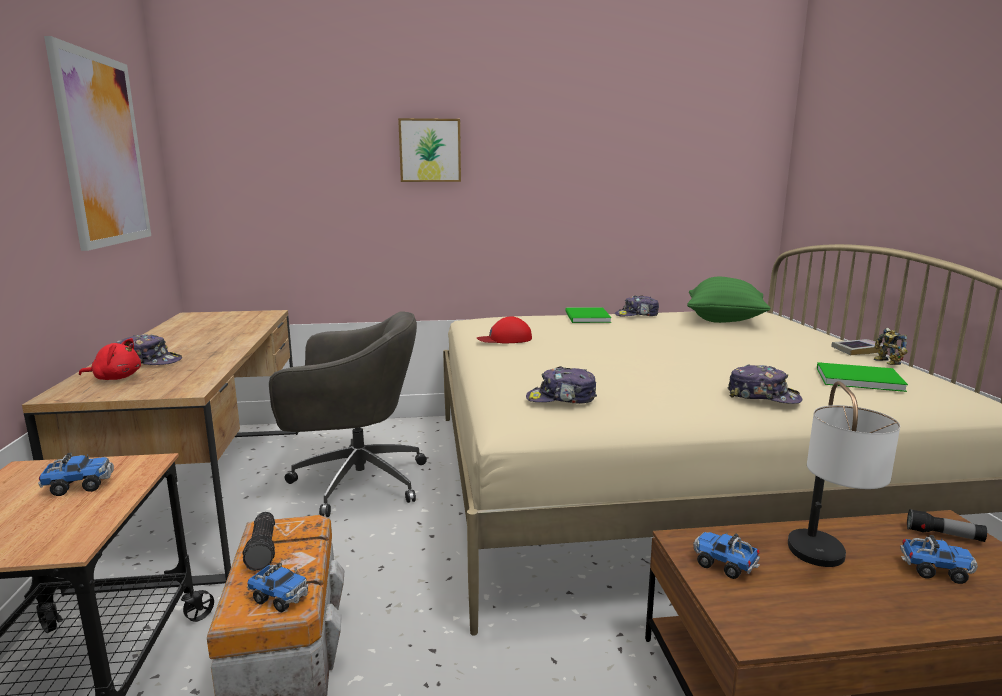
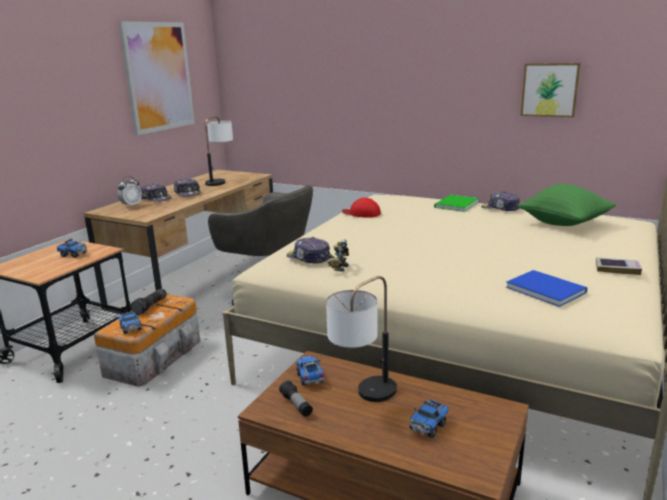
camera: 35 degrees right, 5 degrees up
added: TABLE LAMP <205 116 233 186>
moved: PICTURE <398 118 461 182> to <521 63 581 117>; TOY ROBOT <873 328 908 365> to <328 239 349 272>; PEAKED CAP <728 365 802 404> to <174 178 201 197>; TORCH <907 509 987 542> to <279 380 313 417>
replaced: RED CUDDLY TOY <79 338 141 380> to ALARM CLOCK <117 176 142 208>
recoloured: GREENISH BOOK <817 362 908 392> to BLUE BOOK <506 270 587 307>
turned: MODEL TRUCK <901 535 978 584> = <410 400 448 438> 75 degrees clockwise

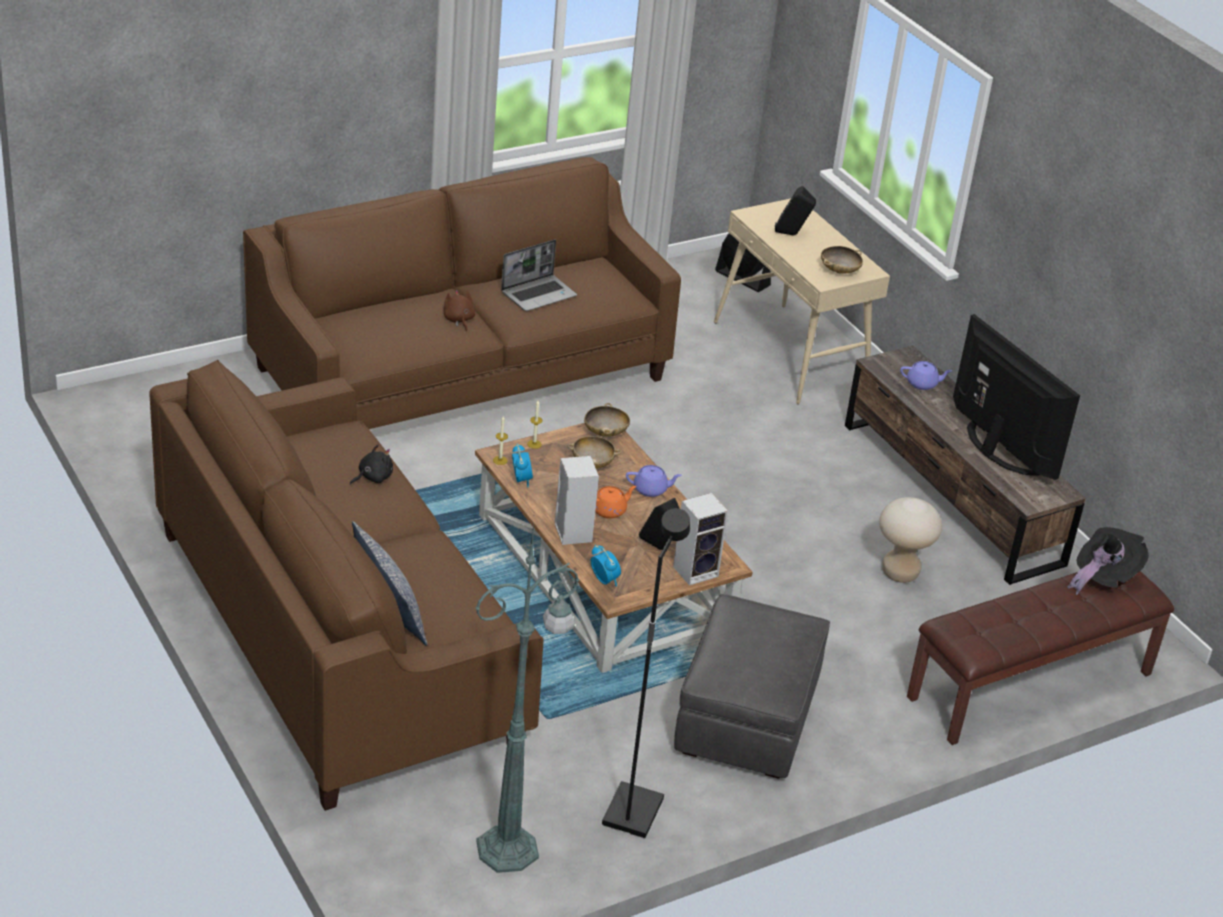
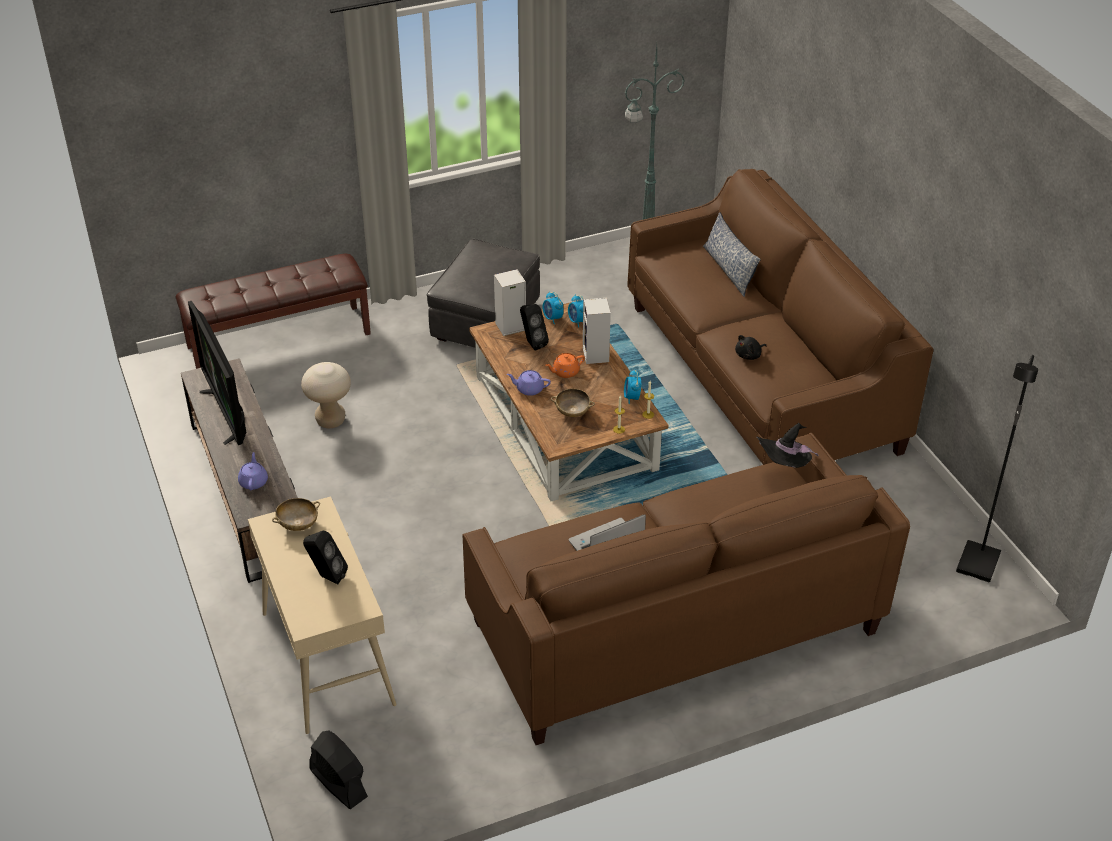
camera: 170 degrees left, 5 degrees up
removed: BROWN CUDDLY TOY <444 290 475 331>; SAND-COLOURED BOWL <584 403 630 437>
added: ALARM CLOCK <542 292 564 324>
moved: BLACKISH STANDING LAMP <602 508 690 838> to <956 355 1038 582>; BLACKISH HAT <1067 527 1149 595> to <757 423 819 468>
turned: PURPLE POT FOR TEA <900 361 952 390> = <238 452 268 490> 75 degrees clockwise

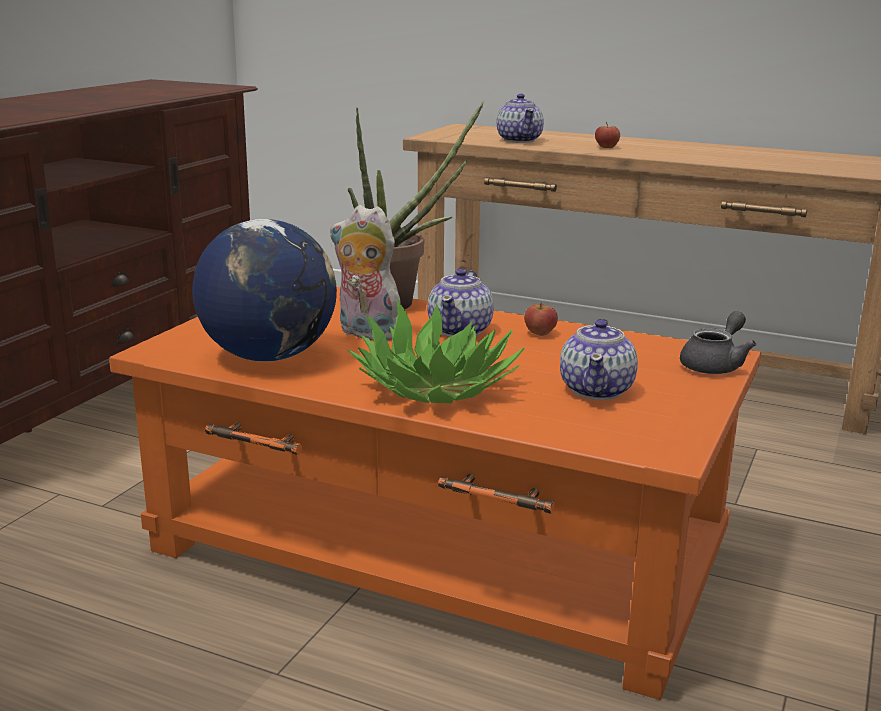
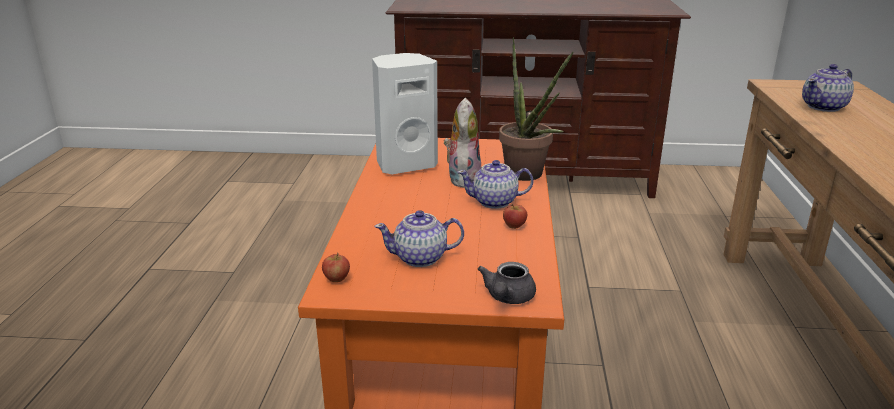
camera: 70 degrees right, 5 degrees up
removed: PLANT IN A POT <348 300 524 403>
moved: APPLE FRUIT <595 122 620 148> to <322 253 350 283>
replaced: DESK GLOBE <192 219 337 362> to WHITE AUDIO SPEAKER <372 53 438 174>
turned: GREY POT FOR TEA <680 311 756 374> = <478 262 536 304> 90 degrees clockwise

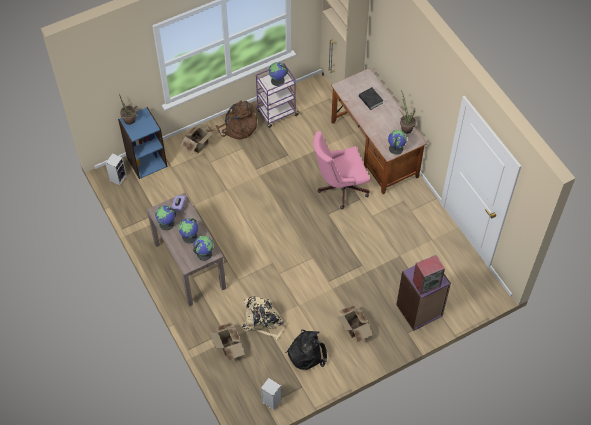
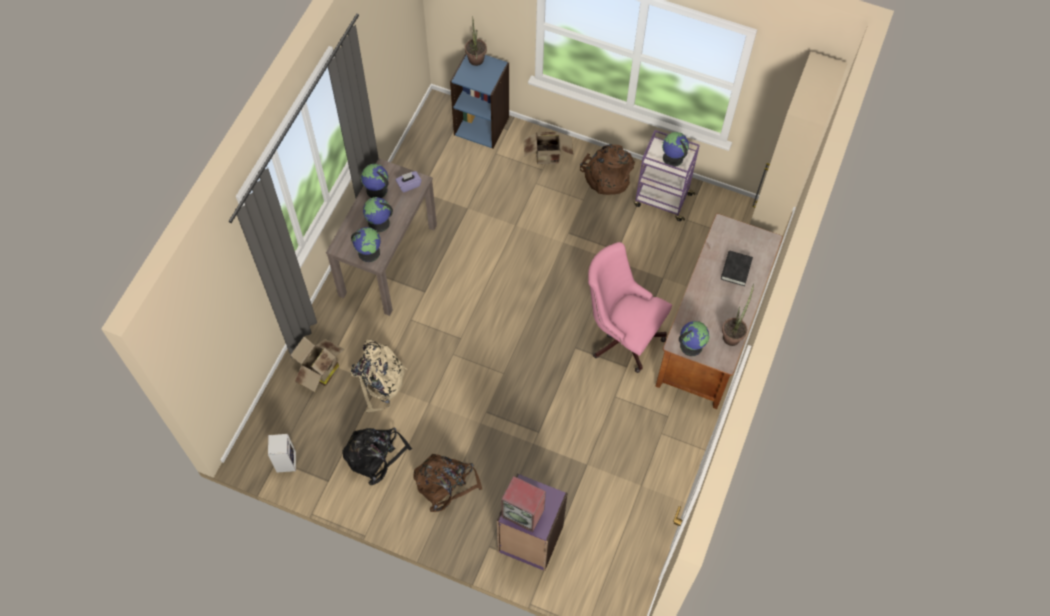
camera: 50 degrees right, 5 degrees up
removed: AUDIO SPEAKER <105 153 127 185>
replaced: CARTON <337 304 373 342> to BROWN RUCKSACK <413 454 482 512>

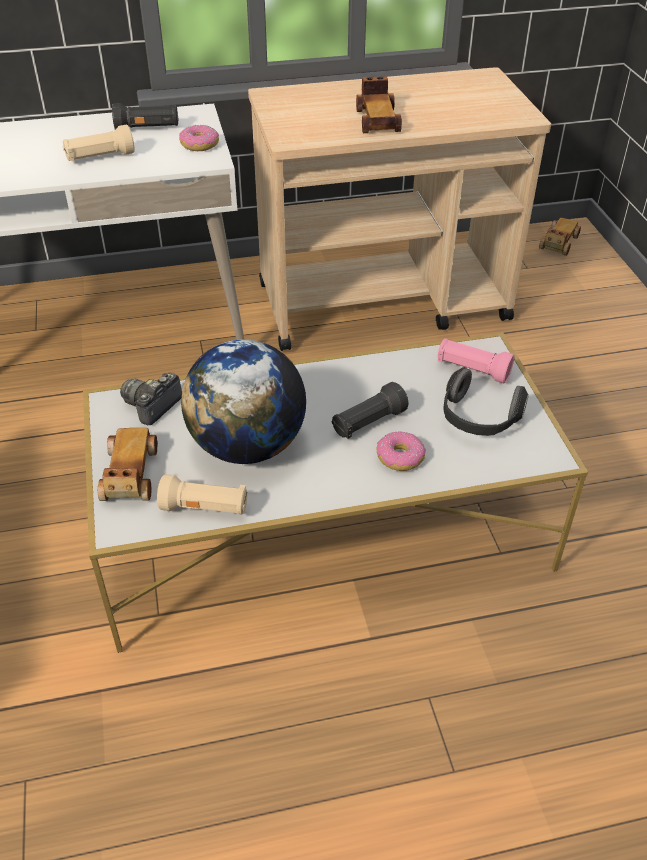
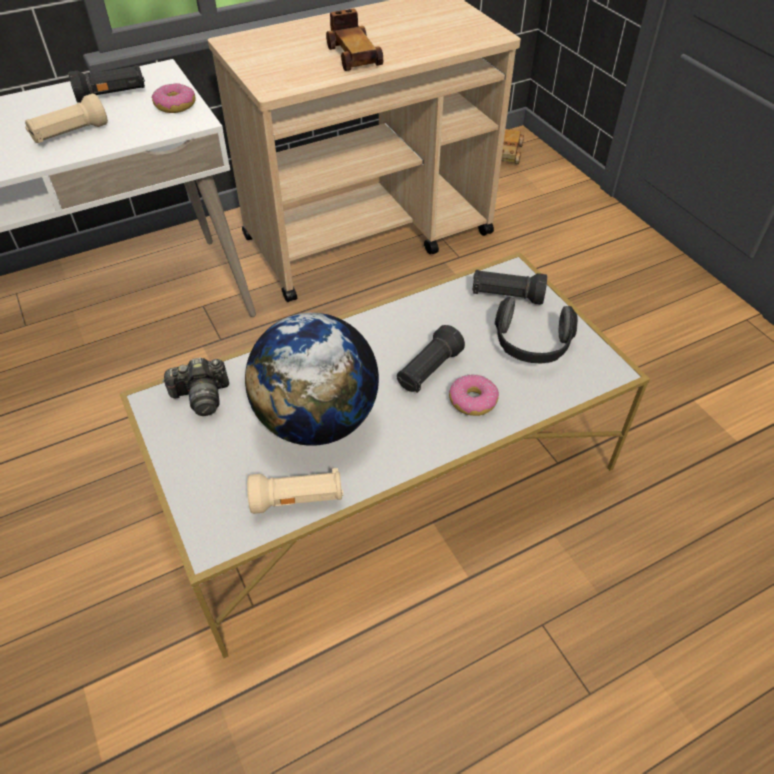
camera: 15 degrees left, 5 degrees up
removed: MODEL CAR <98 428 158 501>
recoloured: PINK-COLOURED TORCH <438 338 514 384> to BLACKISH TORCH <473 270 547 305>
turned: STILL CAMERA <120 373 182 425> = <162 357 229 416> 120 degrees counterclockwise

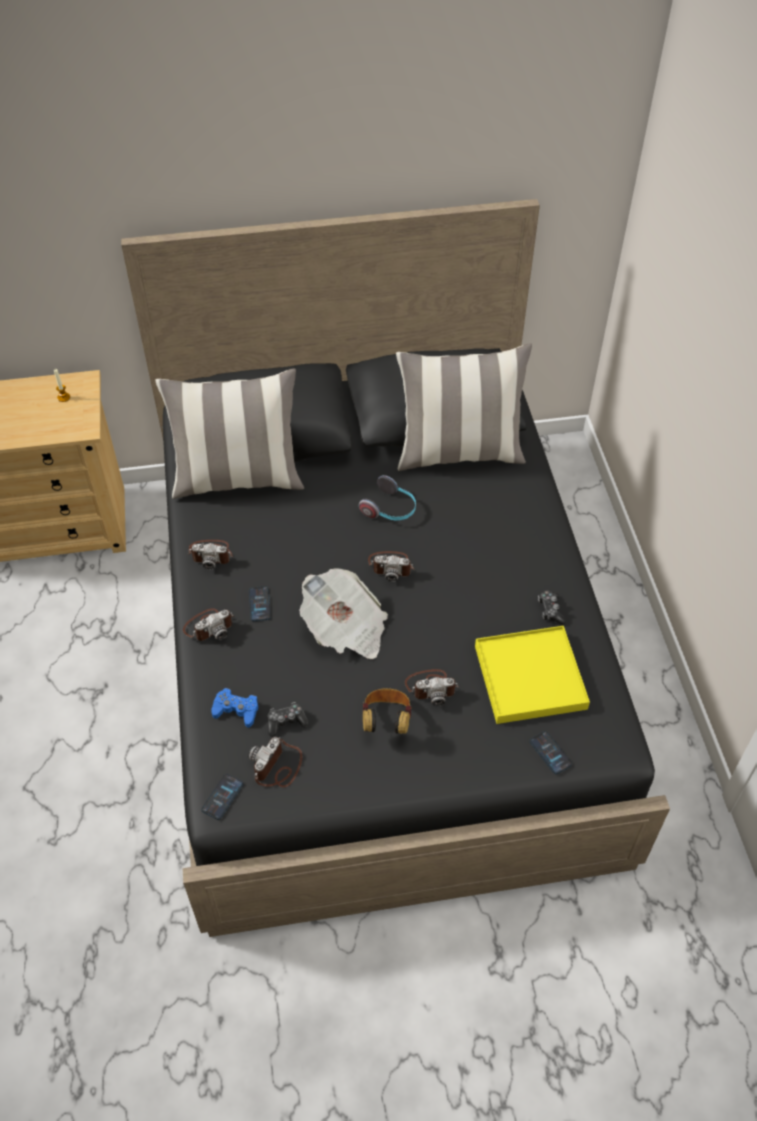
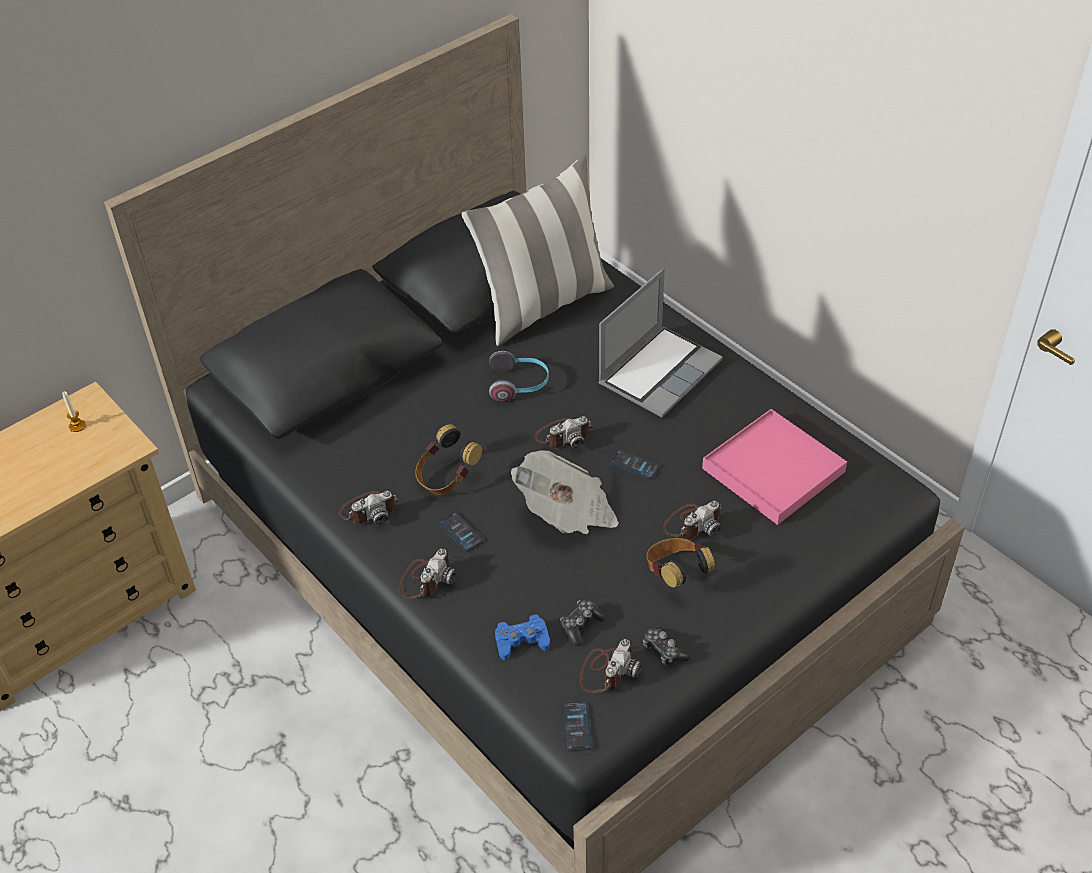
camera: 30 degrees left, 5 degrees down
removed: THROW PILLOW <155 368 304 499>
added: LAPTOP <598 268 723 418>; HEADSET <415 424 482 495>
moved: GAME CONTROLLER <538 590 566 625> to <643 627 690 665>; HANDSET <530 731 572 774> to <610 449 660 479>
recoloured: YELLOWISH TRAY <475 626 590 724> to PINK-COLOURED TRAY <702 409 847 525>
turned: STILL CAMERA <248 737 302 787> = <580 639 642 692> 150 degrees counterclockwise

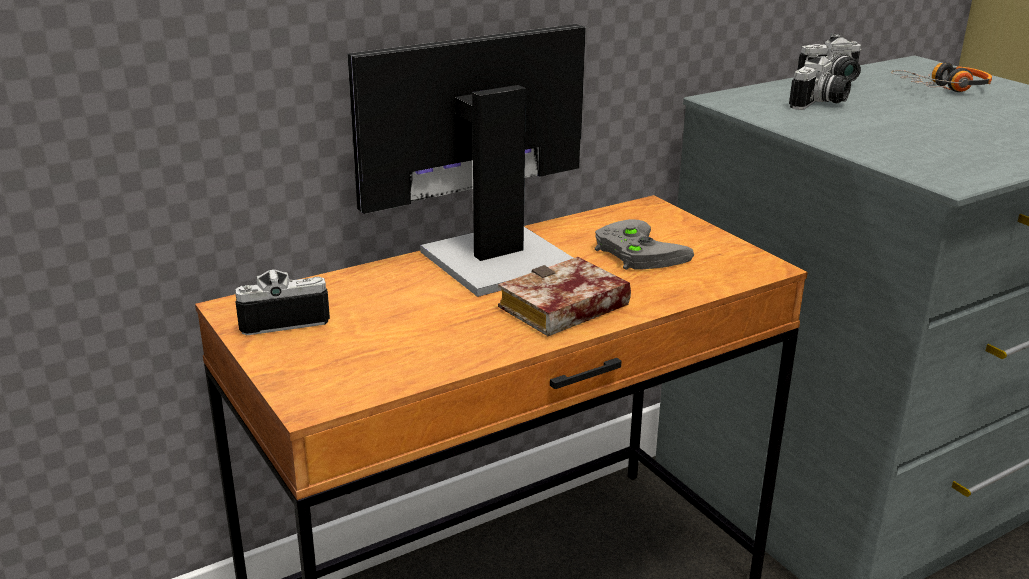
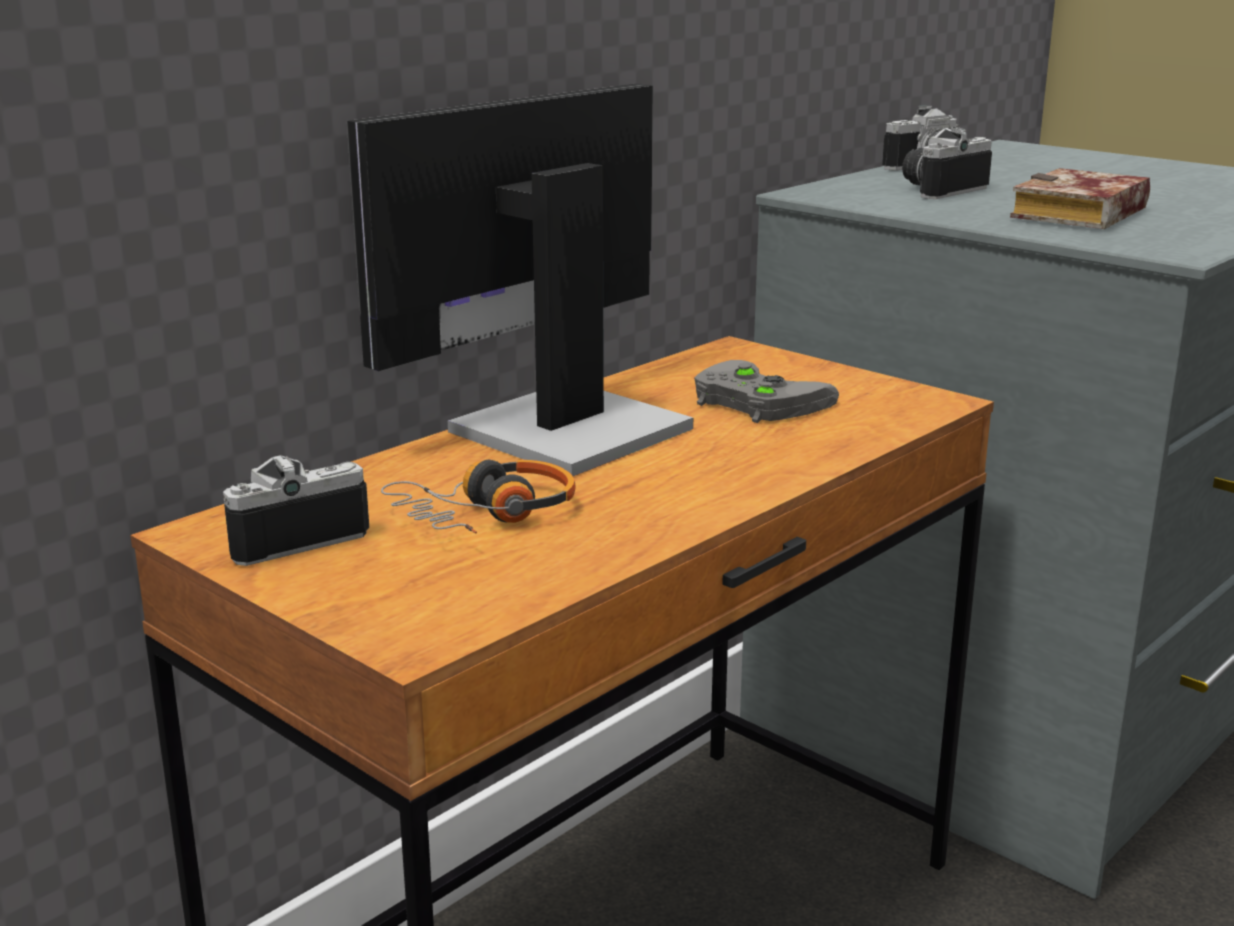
camera: 15 degrees left, 5 degrees down
moved: HEADSET <891 62 992 92> to <381 459 576 534>; BOOK <498 257 631 336> to <1010 168 1150 229>
turned: STILL CAMERA <789 53 851 110> = <902 127 992 199> 150 degrees counterclockwise

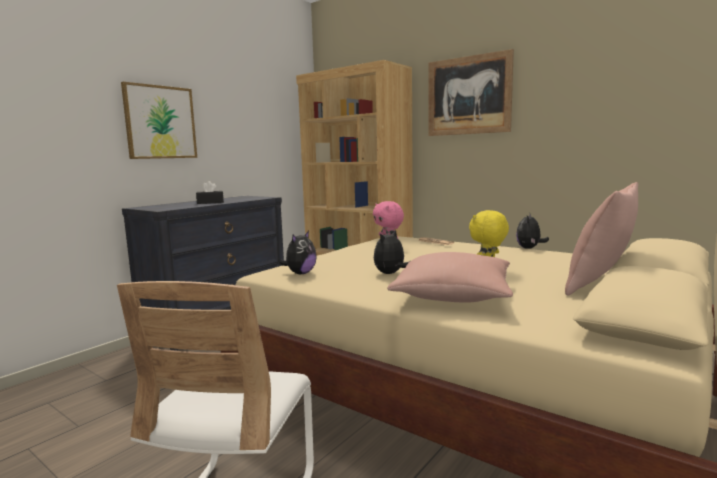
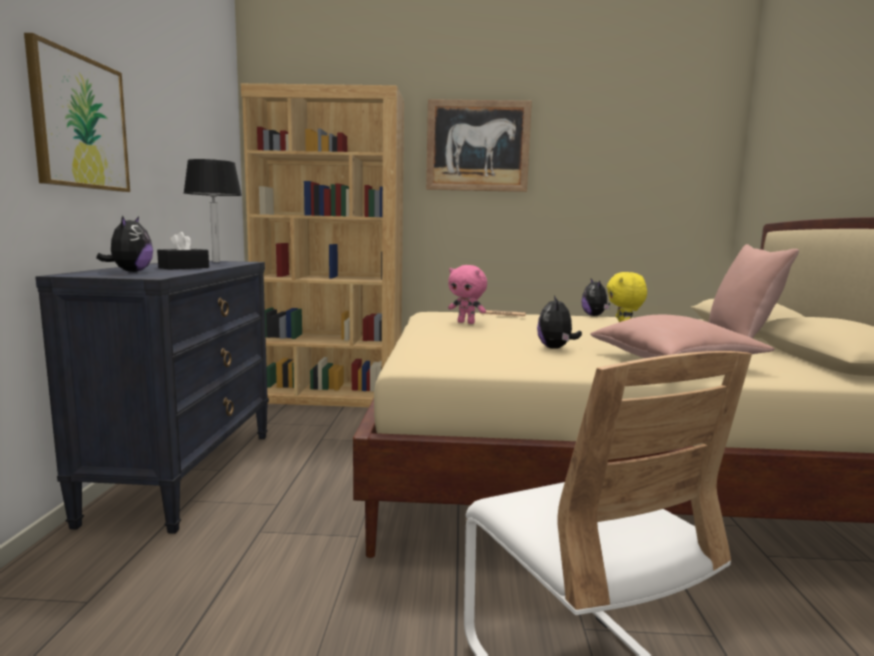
camera: 35 degrees left, 0 degrees up
added: BLACKISH TABLE LAMP <183 159 242 262>
moved: CUDDLY TOY <279 231 317 274> to <96 216 153 272>

